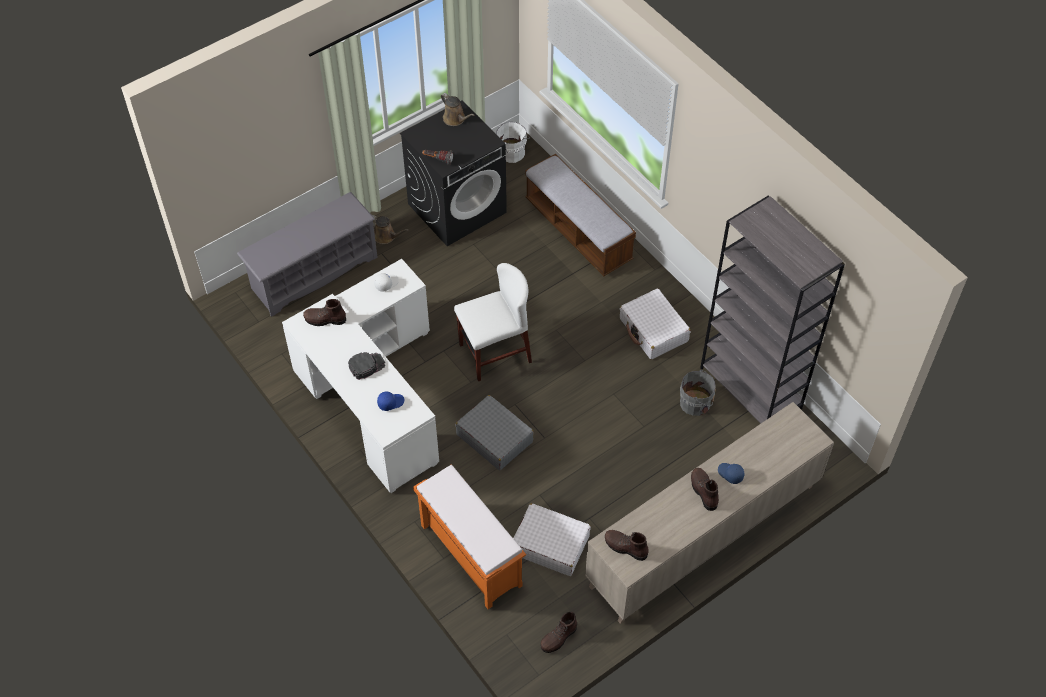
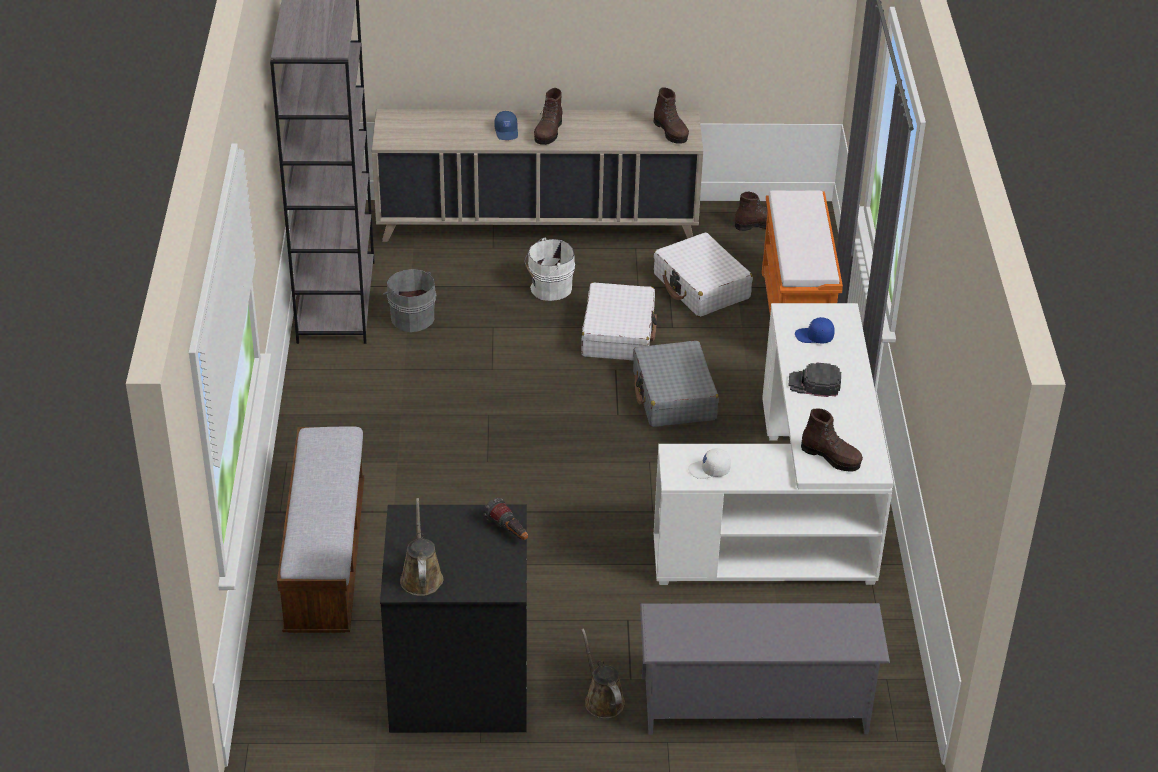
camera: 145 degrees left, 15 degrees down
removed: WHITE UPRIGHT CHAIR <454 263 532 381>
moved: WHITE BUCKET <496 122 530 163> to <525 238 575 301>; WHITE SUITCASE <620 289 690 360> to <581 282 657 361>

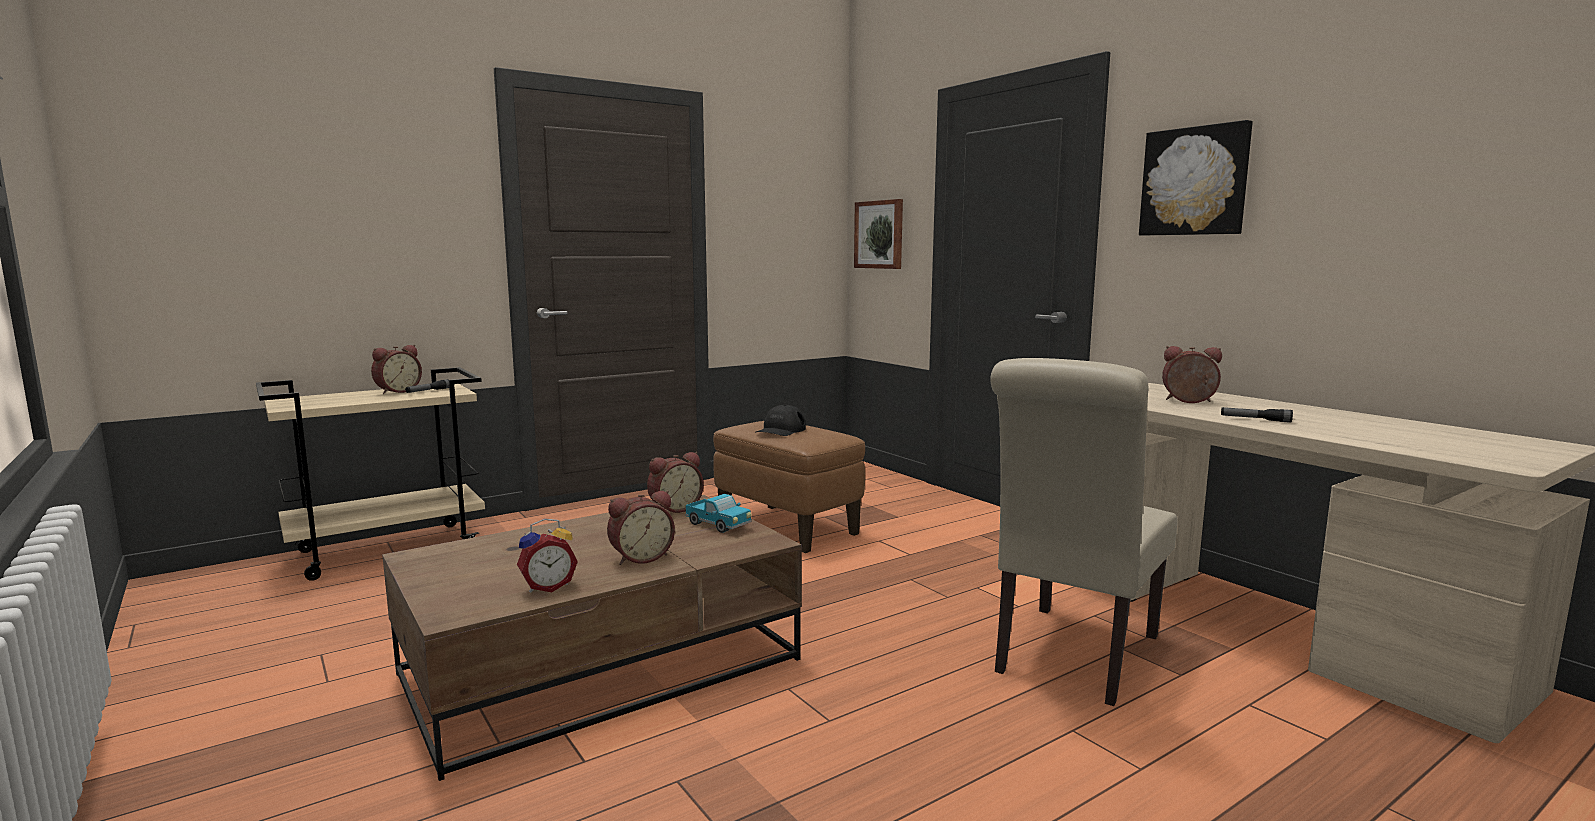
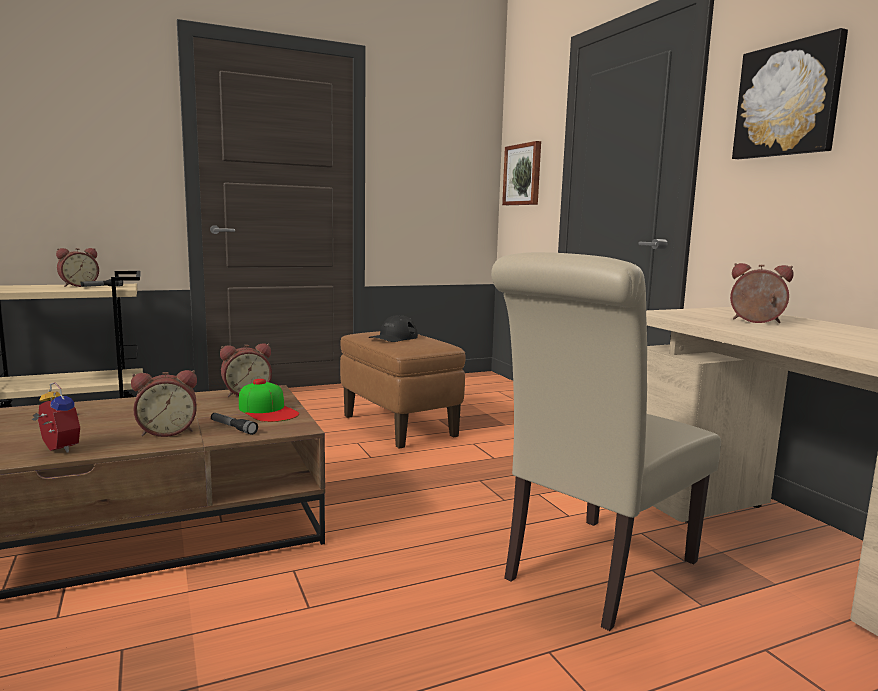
camera: 10 degrees right, 0 degrees up
moved: TORCH <1221 407 1293 423> to <211 413 258 435>
replaced: MODEL TRUCK <685 494 752 533> to PEAKED CAP <239 379 299 422>
turned: ALARM CLOCK <517 518 578 593> = <32 382 80 453> 120 degrees counterclockwise

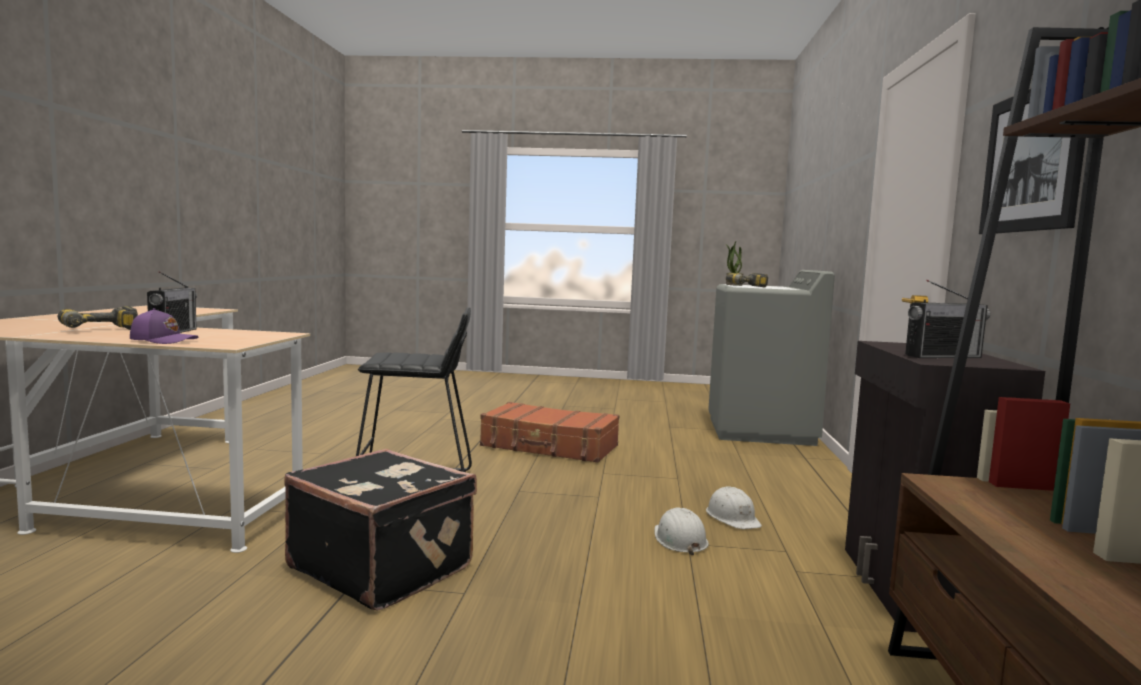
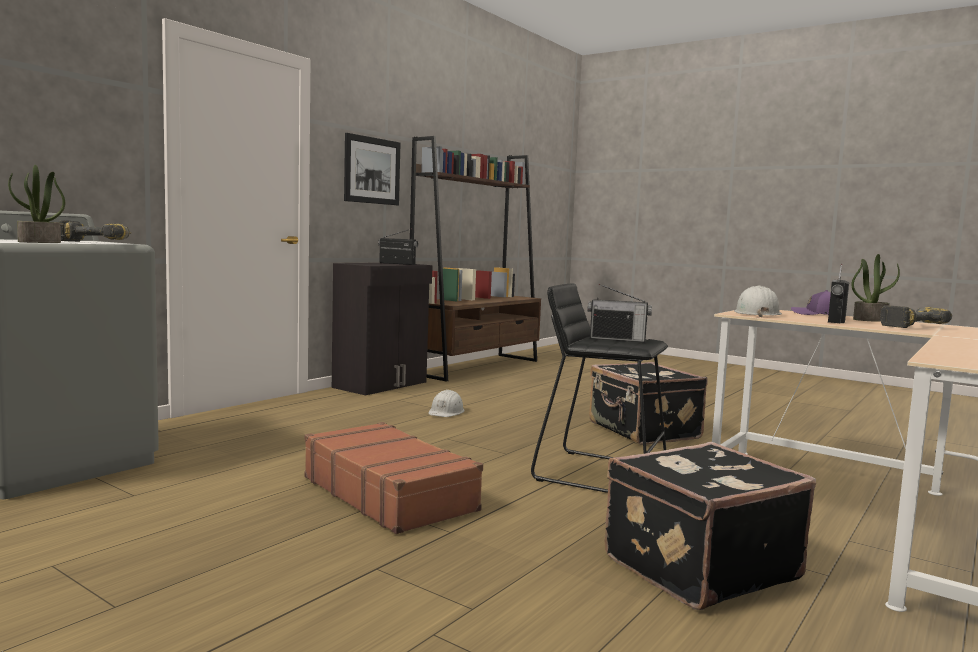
camera: 150 degrees left, 0 degrees up
added: PLANT IN A POT <851 254 900 322>; RADIO RECEIVER <588 284 652 342>; BLACKISH SUITCASE <604 442 816 610>
moved: WHITE SAFETY HELMET <706 486 762 529> to <734 286 782 317>

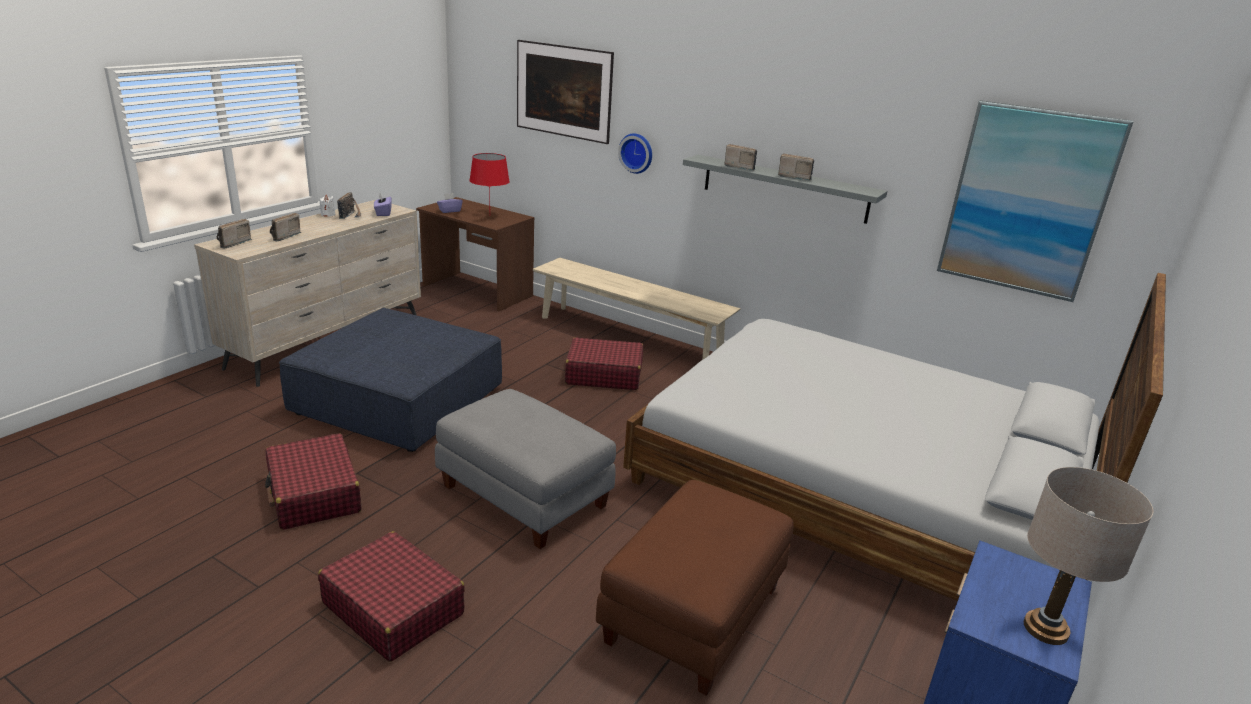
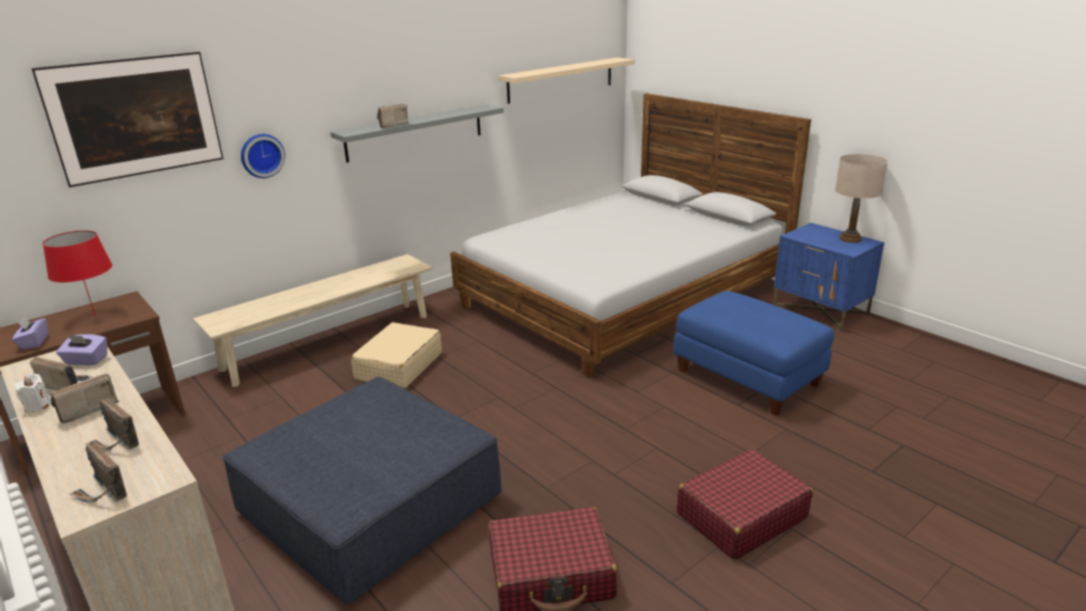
camera: 70 degrees left, 0 degrees up
removed: GREY OTTOMAN <435 389 616 549>
moved: RADIO RECEIVER <778 154 814 181> to <51 373 120 423>
replaced: PICTURE <937 100 1134 302> to SAND-COLOURED SHELF <498 57 635 104>
recoloured: RED SUITCASE <565 337 643 390> to SAND-COLOURED SUITCASE <351 322 442 389>; BROWN OTTOMAN <596 480 794 696> to BLUE OTTOMAN <673 291 834 416>

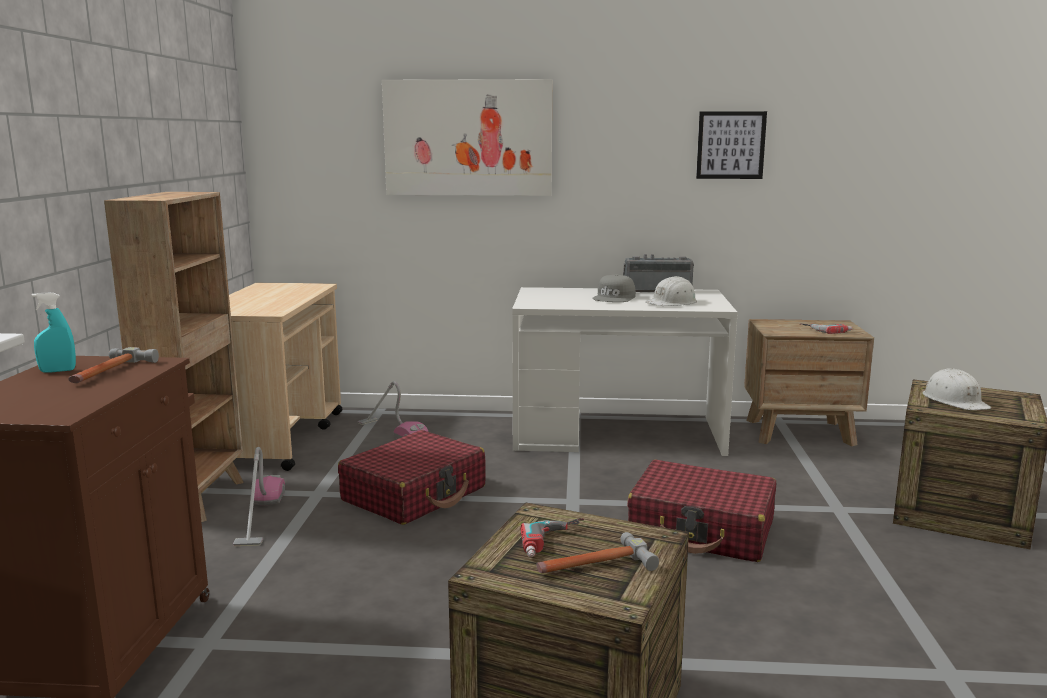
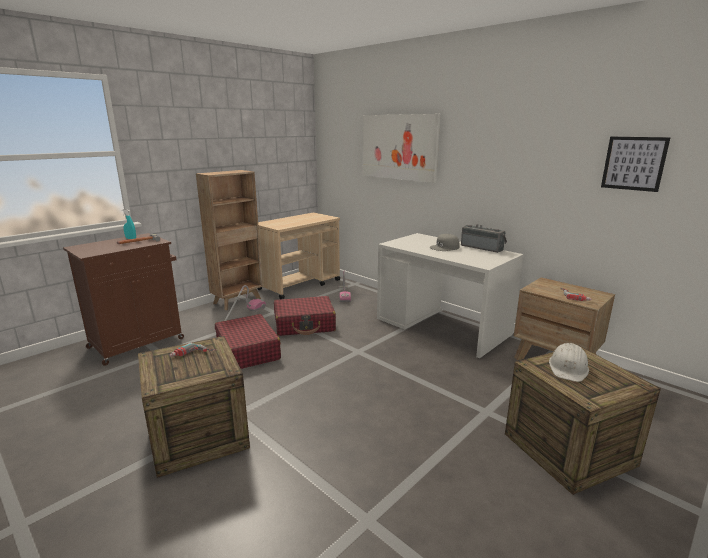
camera: 40 degrees right, 5 degrees up
removed: WHITE SAFETY HELMET <646 276 697 306>; HAND HAMMER <536 532 659 573>
moved: PICTURE <696 111 767 179> to <601 137 671 192>; RED SUITCASE <627 460 776 562> to <215 314 281 369>

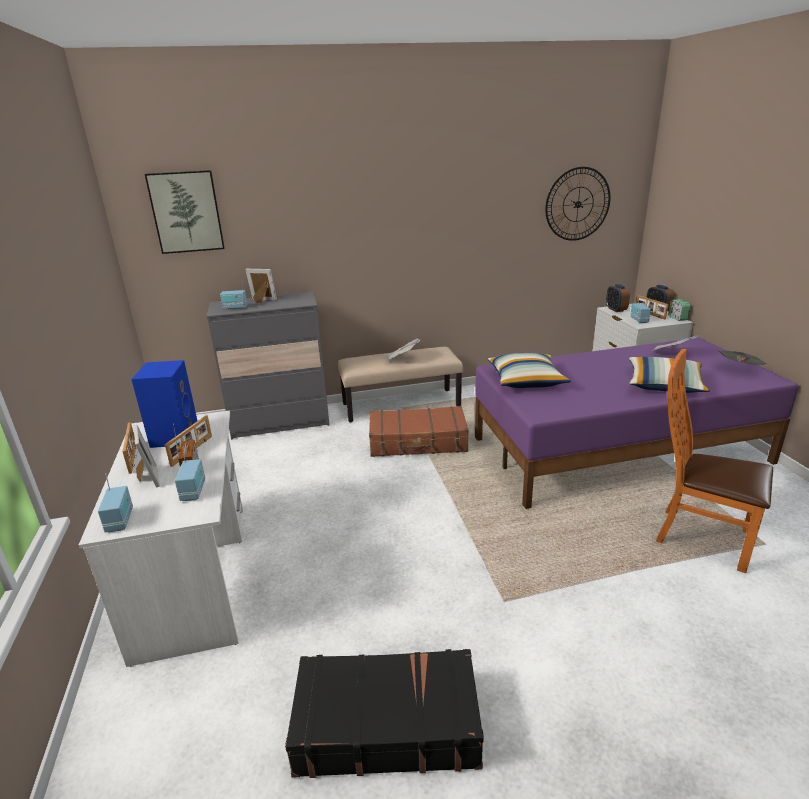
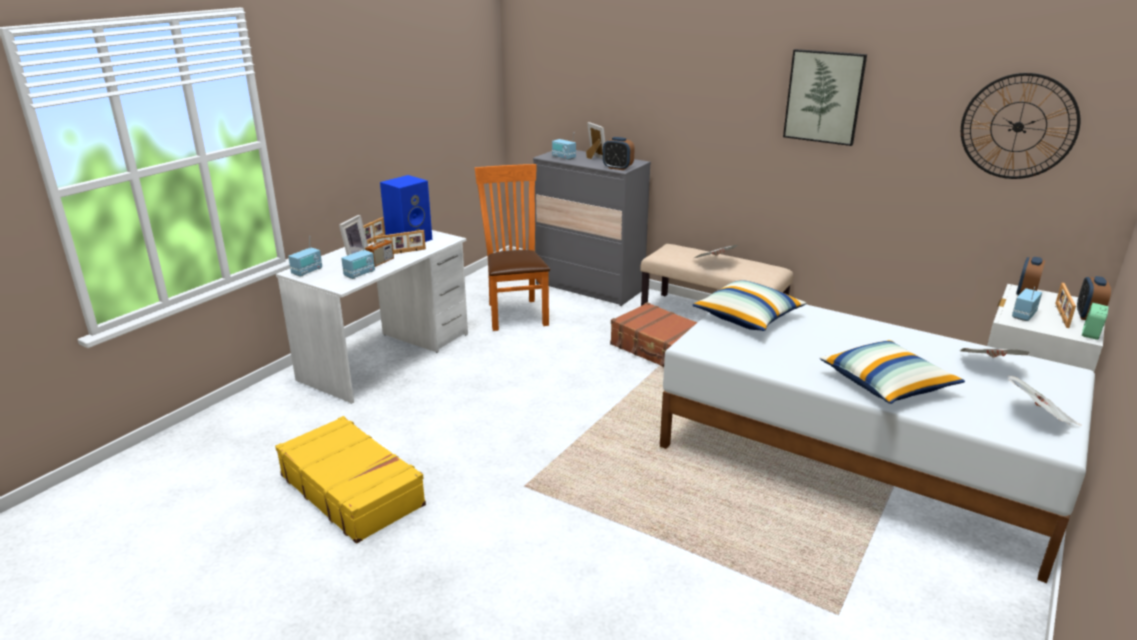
camera: 45 degrees right, 0 degrees up
added: ALARM CLOCK <603 137 635 170>
moved: PICTURE <145 170 225 254> to <783 49 867 146>; ORANGE-COLOURED UPRIGHT CHAIR <656 349 773 573> to <474 164 550 331>
recoloured: PURPLE SLEEPING BED <475 338 799 509> to WHITE SLEEPING BED <660 304 1095 583>; BLACKISH SUITCASE <285 649 484 778> to YELLOWISH SUITCASE <275 416 426 544>

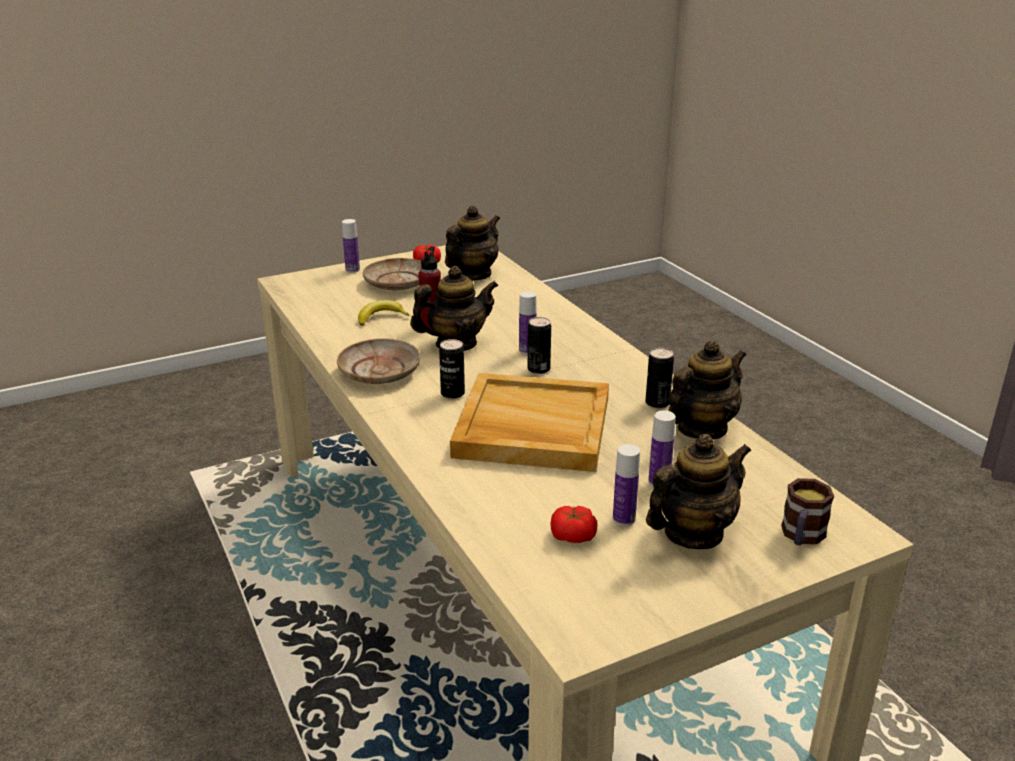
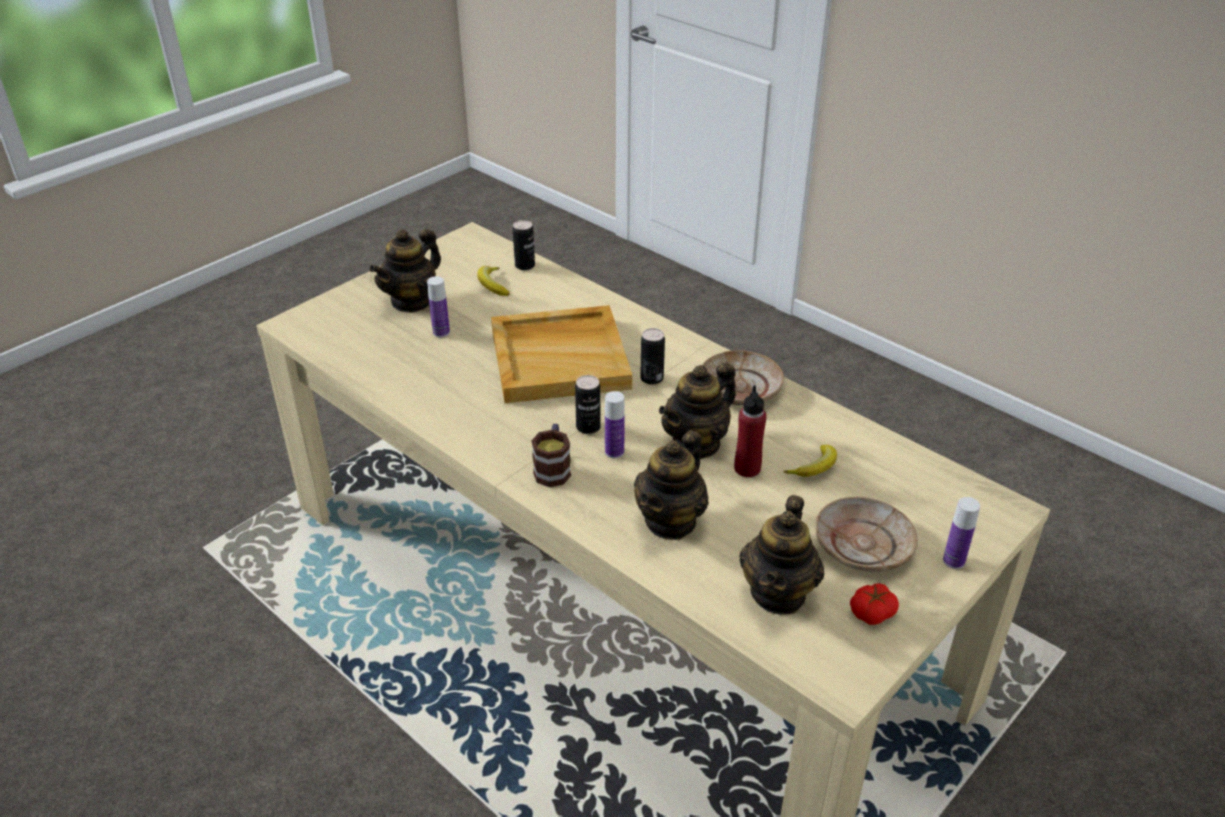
camera: 160 degrees right, 10 degrees up
removed: BEVERAGE BOTTLE <613 444 640 526>
moved: POT FOR TEA <668 340 746 439> to <634 430 709 540>; SEALED CAN <645 348 674 408> to <513 220 535 270>; COFFEE MUG <781 478 834 545> to <531 424 571 487>
replaced: WHOLE TOMATO <550 506 597 543> to WHOLE BANANA <477 266 510 296>

